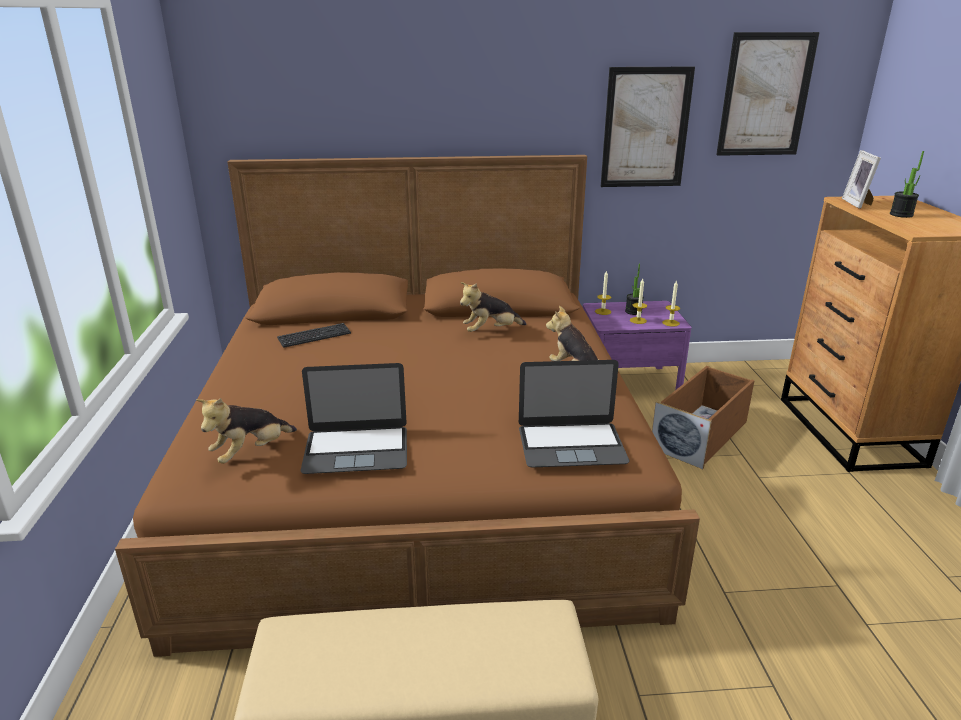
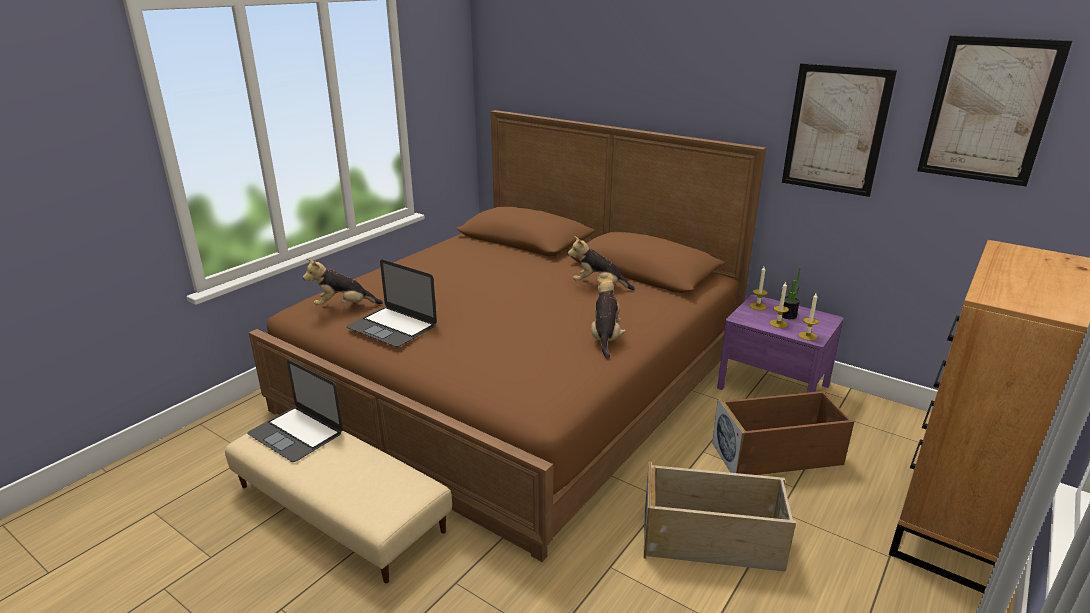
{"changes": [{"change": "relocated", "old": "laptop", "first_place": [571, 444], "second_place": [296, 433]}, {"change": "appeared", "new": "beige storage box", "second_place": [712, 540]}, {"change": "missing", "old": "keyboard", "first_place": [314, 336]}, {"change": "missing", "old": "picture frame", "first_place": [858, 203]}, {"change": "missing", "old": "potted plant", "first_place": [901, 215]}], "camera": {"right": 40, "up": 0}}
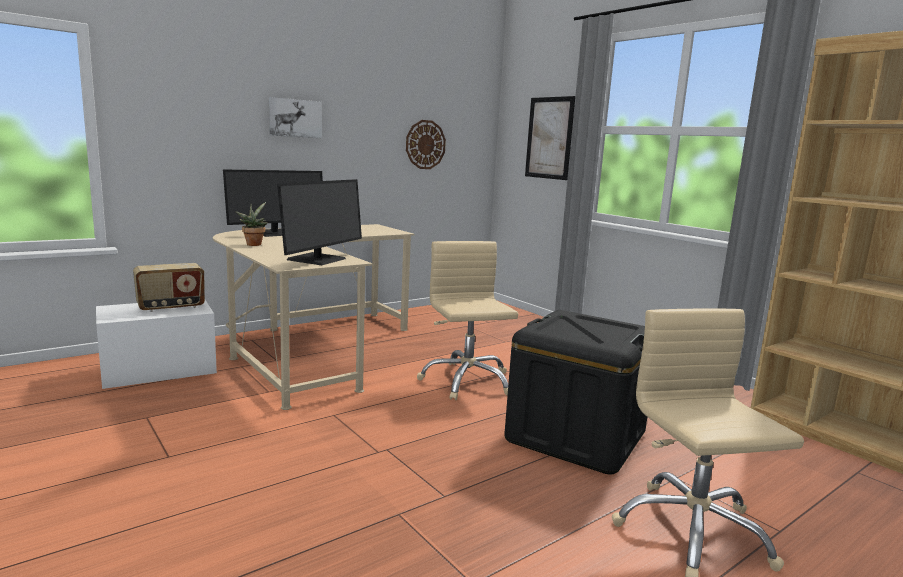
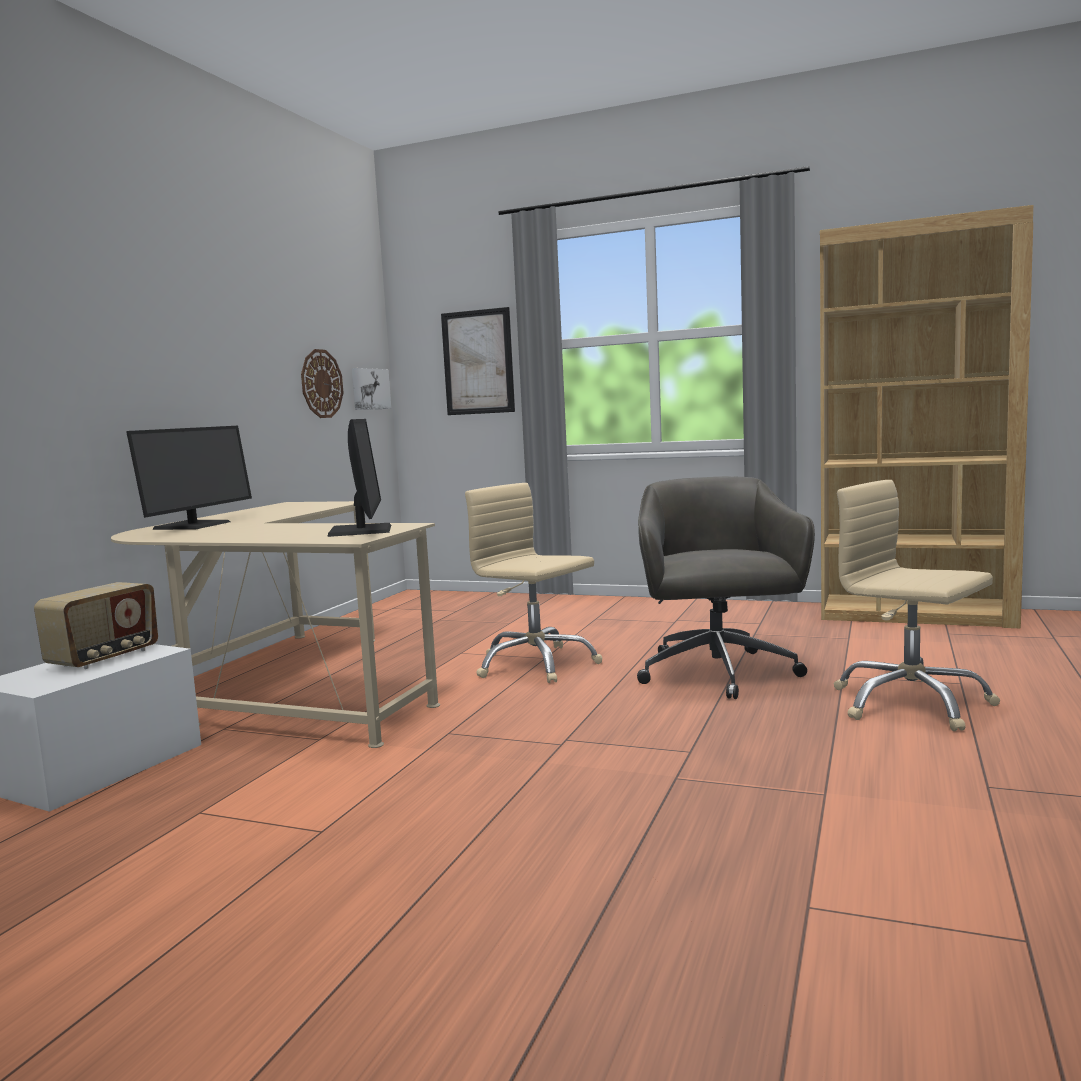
{"changes": [{"change": "relocated", "old": "picture", "first_place": [295, 118], "second_place": [369, 389]}, {"change": "exchanged", "old": "black storage box", "new": "grey office chair", "first_place": [576, 436], "second_place": [718, 674]}, {"change": "missing", "old": "potted plant", "first_place": [254, 244]}], "camera": {"right": -30, "up": -5}}
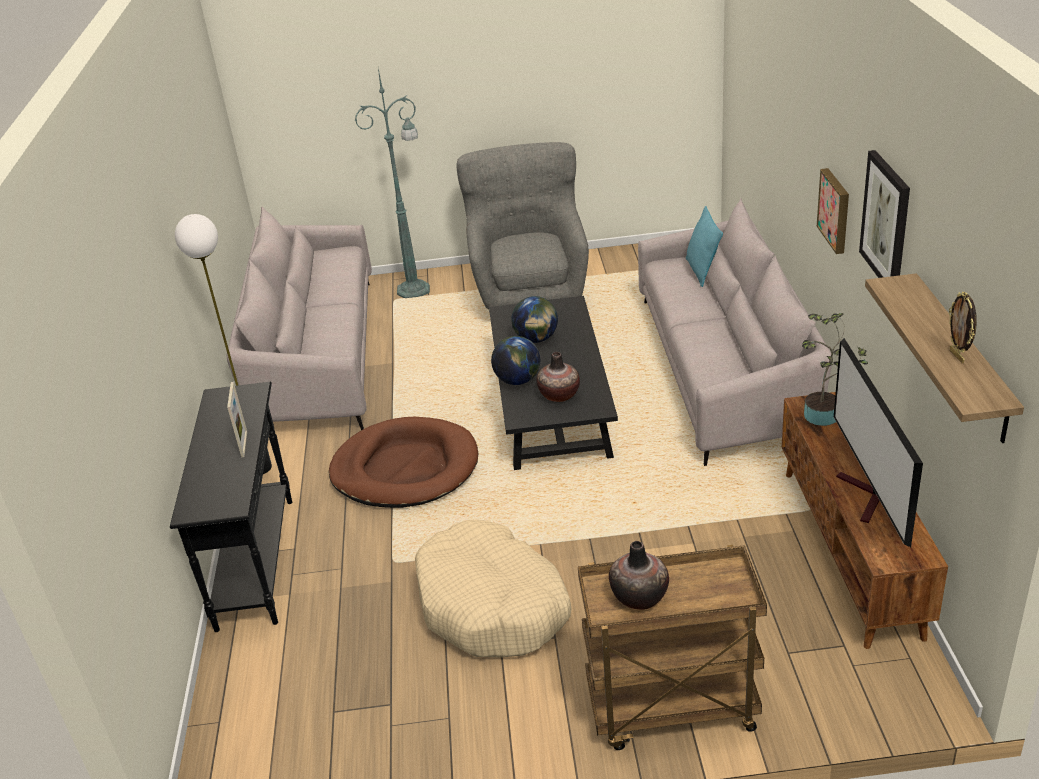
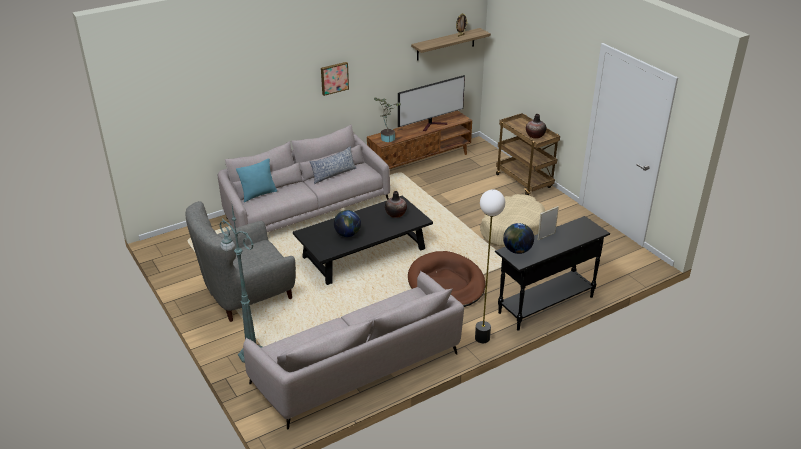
{"changes": [{"change": "appeared", "new": "pillow", "second_place": [333, 174]}, {"change": "relocated", "old": "globe", "first_place": [518, 380], "second_place": [517, 250]}, {"change": "missing", "old": "picture", "first_place": [886, 221]}], "camera": {"right": -120, "up": 0}}
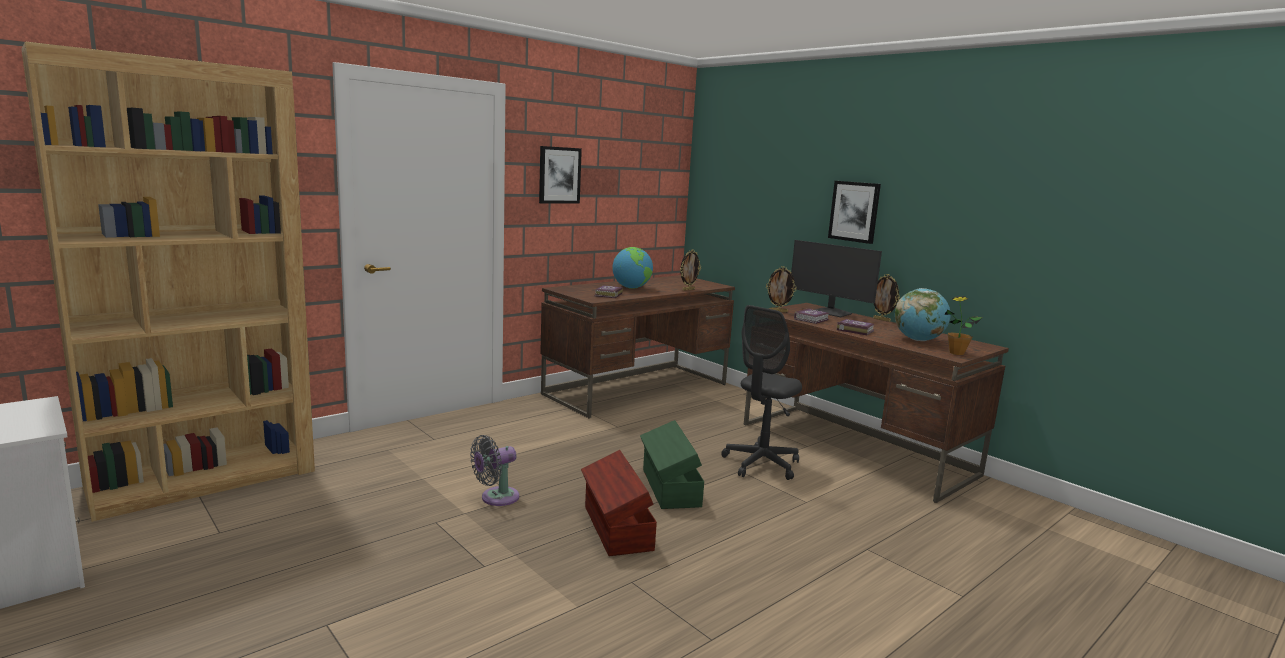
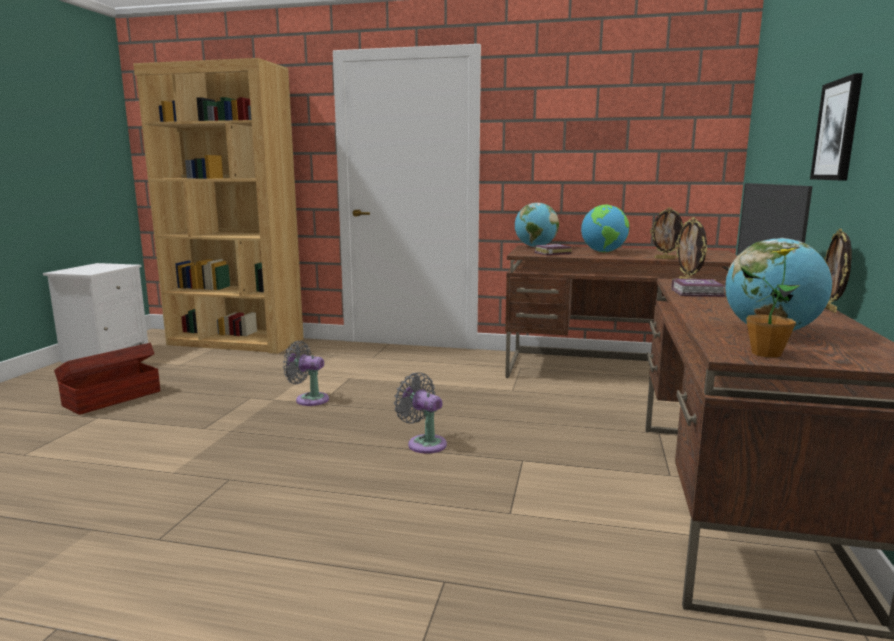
{"changes": [{"change": "relocated", "old": "brown storage box", "first_place": [616, 528], "second_place": [111, 398]}, {"change": "exchanged", "old": "green storage box", "new": "grey fan", "first_place": [669, 488], "second_place": [424, 443]}, {"change": "appeared", "new": "globe", "second_place": [535, 247]}, {"change": "missing", "old": "picture", "first_place": [559, 175]}, {"change": "missing", "old": "grey office chair", "first_place": [761, 464]}, {"change": "missing", "old": "book", "first_place": [854, 330]}], "camera": {"right": 55, "up": 0}}
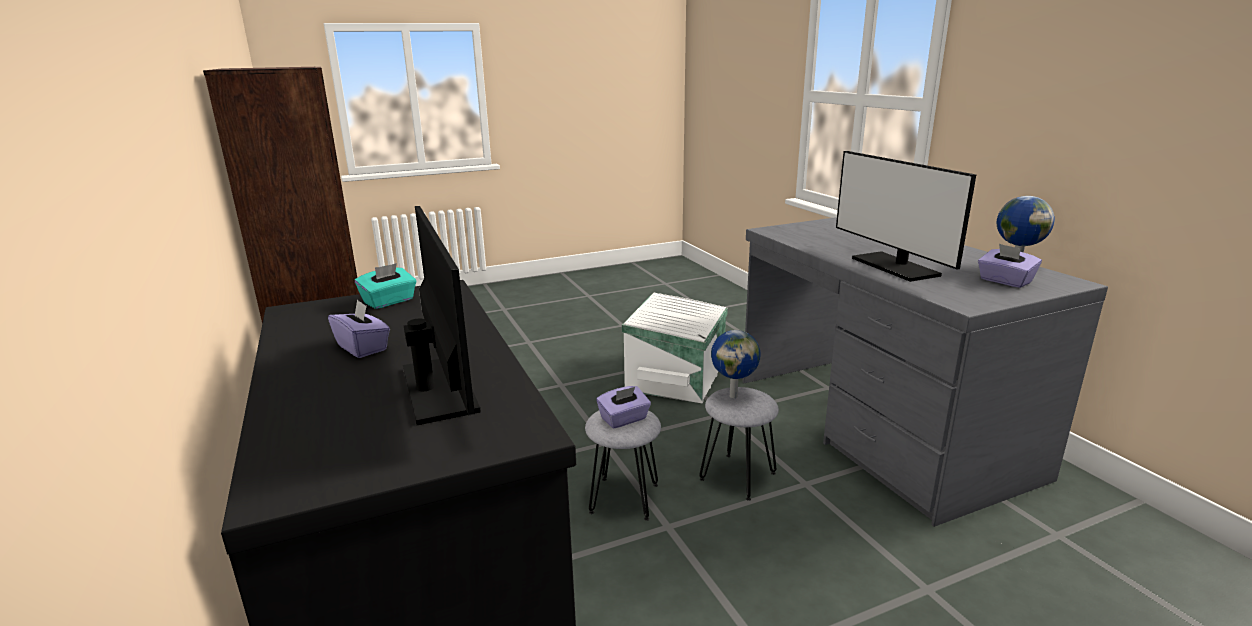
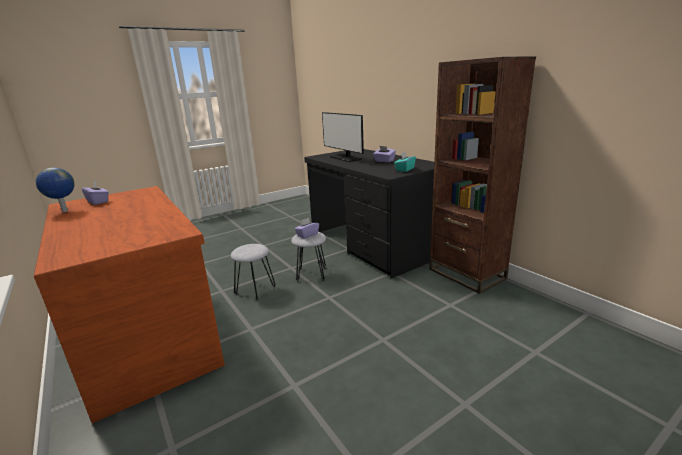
{"changes": [{"change": "colour", "old": "grey desk", "new": "brown desk", "first_place": [877, 426], "second_place": [147, 332]}, {"change": "missing", "old": "white storage box", "first_place": [678, 376]}, {"change": "missing", "old": "globe", "first_place": [733, 395]}, {"change": "missing", "old": "monitor", "first_place": [894, 267]}], "camera": {"right": 170, "up": 0}}
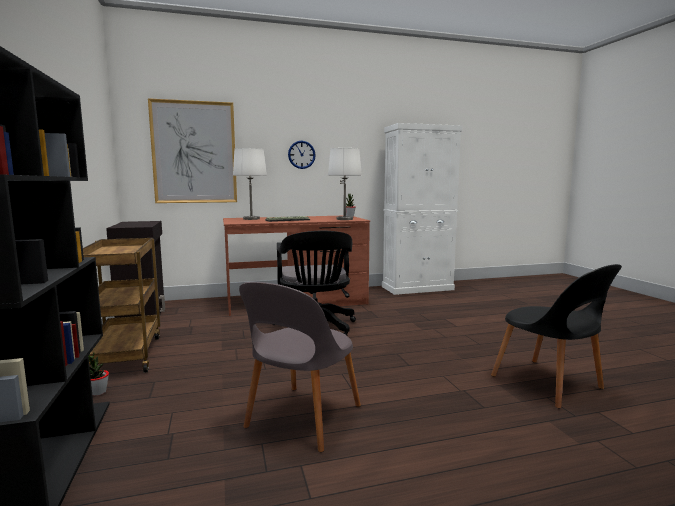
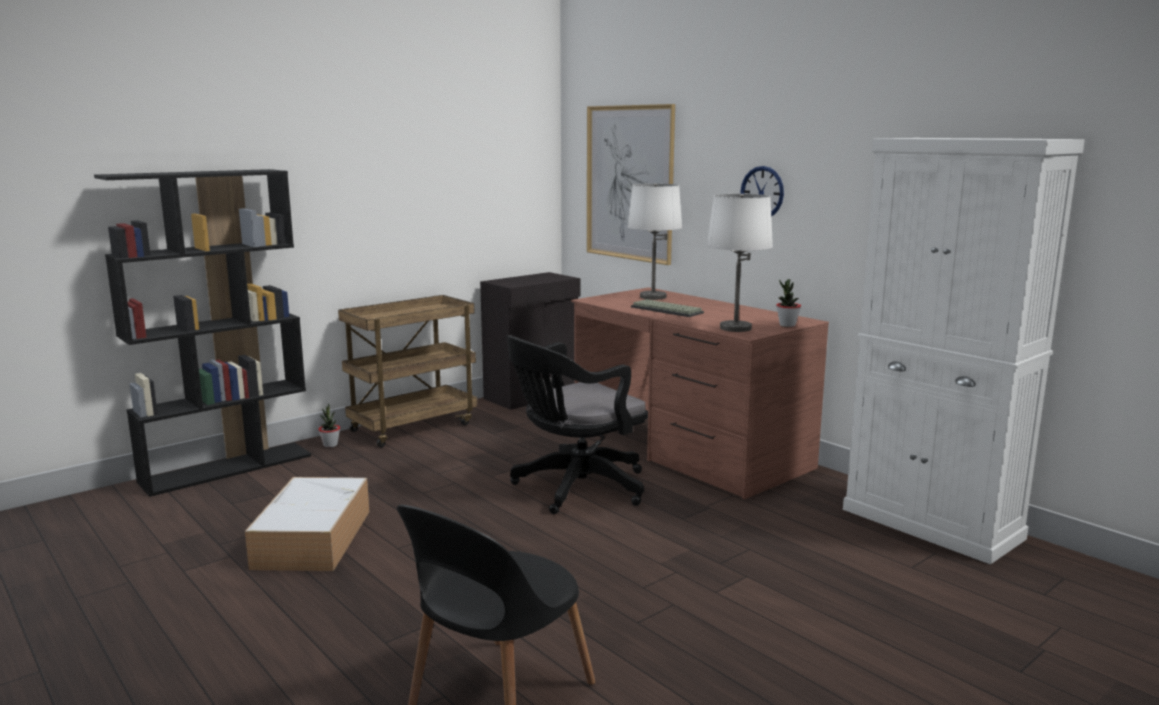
{"changes": [{"change": "exchanged", "old": "grey chair", "new": "storage box", "first_place": [301, 419], "second_place": [313, 537]}], "camera": {"right": 65, "up": 5}}
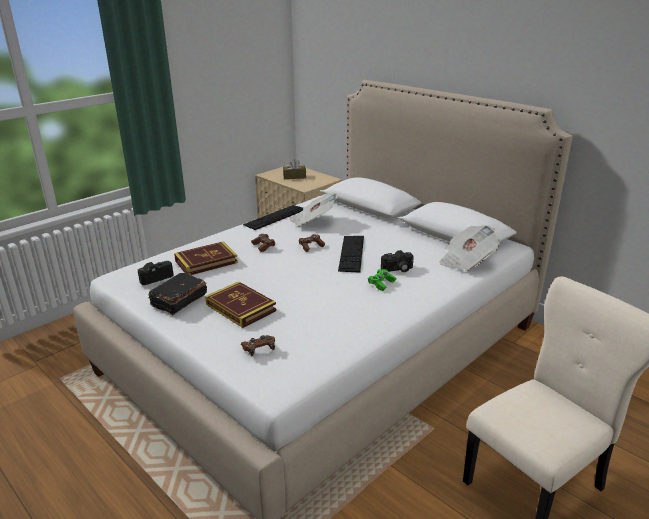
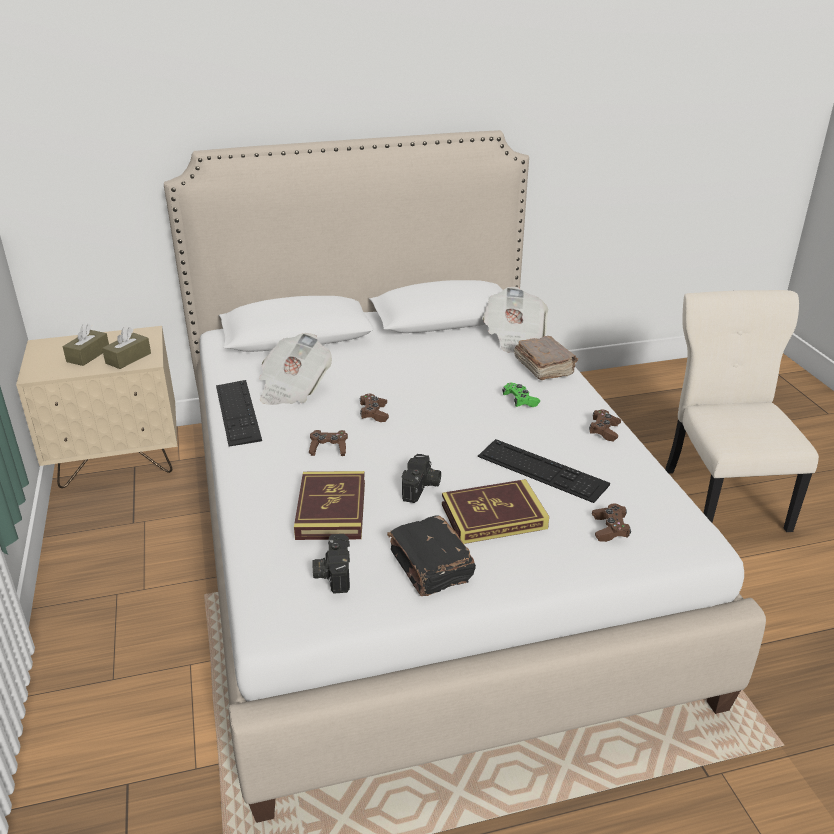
{"changes": [{"change": "appeared", "new": "brown tissue box", "second_place": [128, 358]}, {"change": "relocated", "old": "photo camera", "first_place": [397, 269], "second_place": [421, 488]}, {"change": "relocated", "old": "keyboard", "first_place": [351, 253], "second_place": [542, 470]}, {"change": "appeared", "new": "brown book", "second_place": [544, 367]}, {"change": "appeared", "new": "brown game controller", "second_place": [604, 431]}], "camera": {"right": -60, "up": 5}}
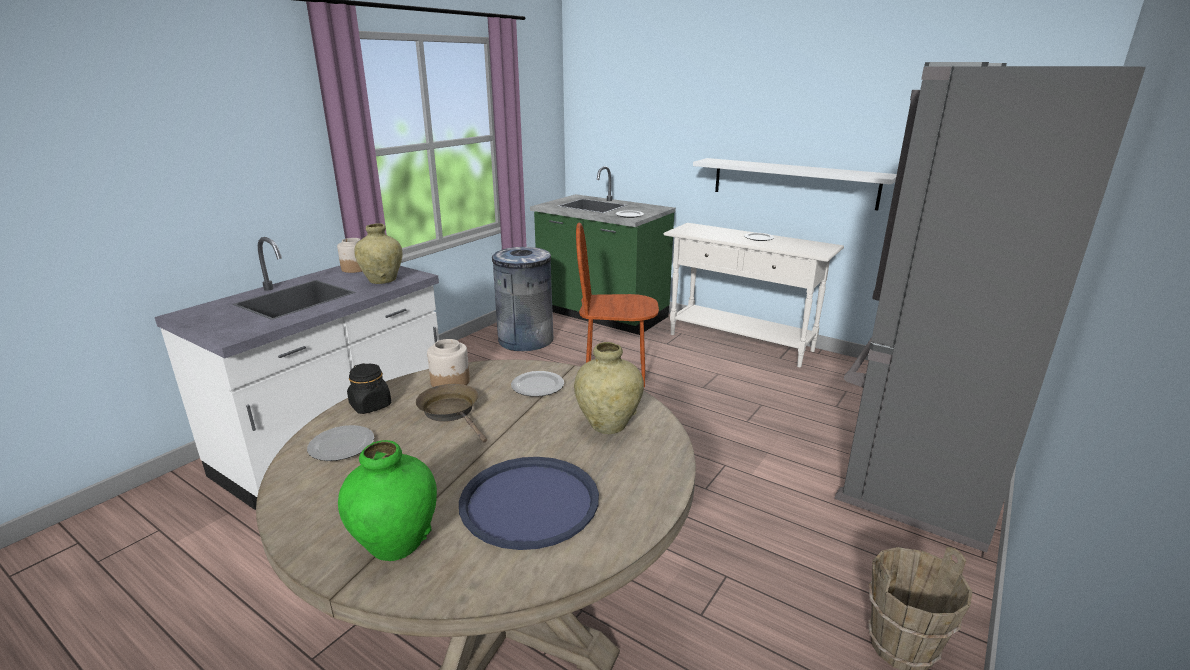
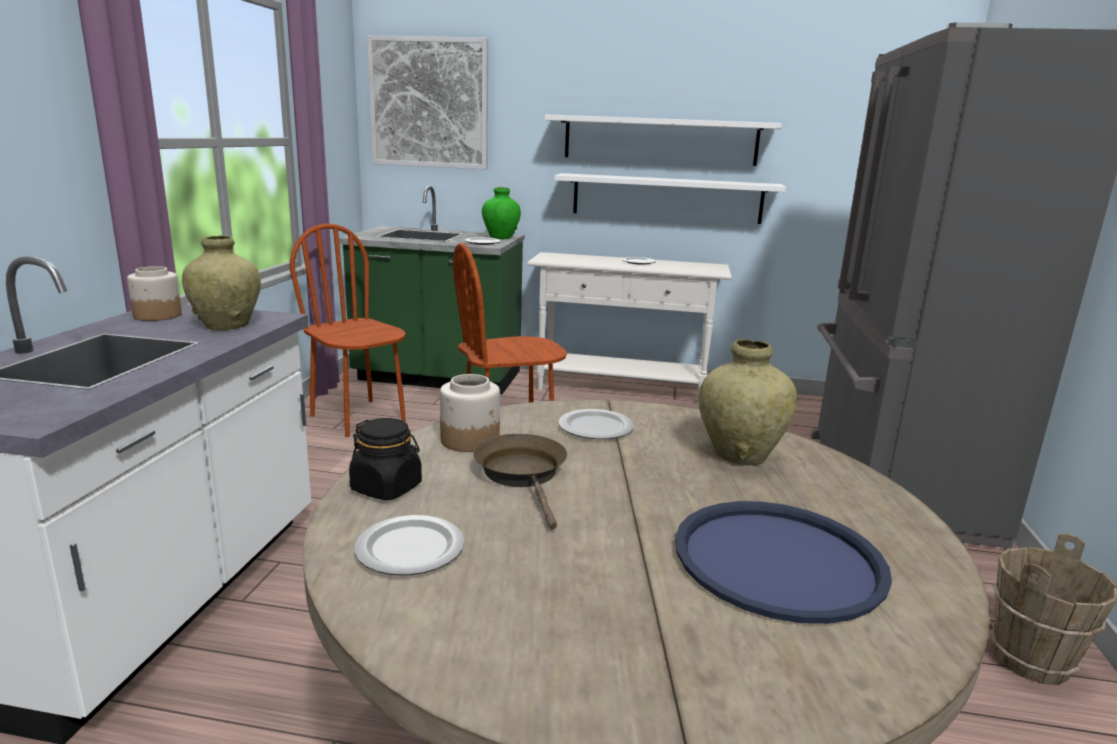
{"changes": [{"change": "exchanged", "old": "grey trash can", "new": "brown chair", "first_place": [525, 340], "second_place": [358, 418]}, {"change": "appeared", "new": "picture", "second_place": [429, 103]}, {"change": "spun", "old": "brown frying pan", "first_place": [452, 412], "second_place": [523, 475], "degrees": 45}, {"change": "relocated", "old": "green vase", "first_place": [396, 544], "second_place": [500, 237]}, {"change": "appeared", "new": "white shelf", "second_place": [660, 140]}], "camera": {"right": -25, "up": -5}}
